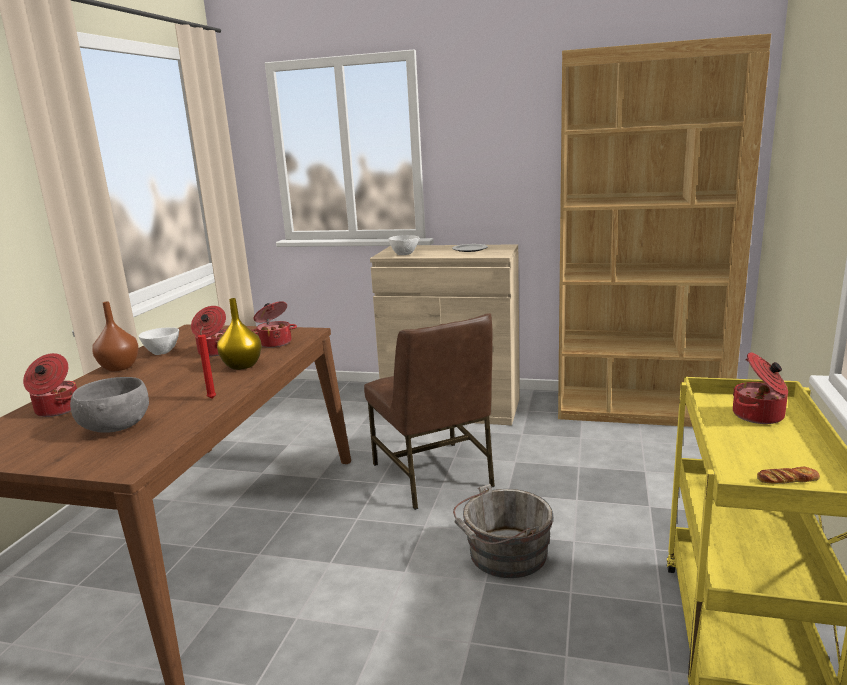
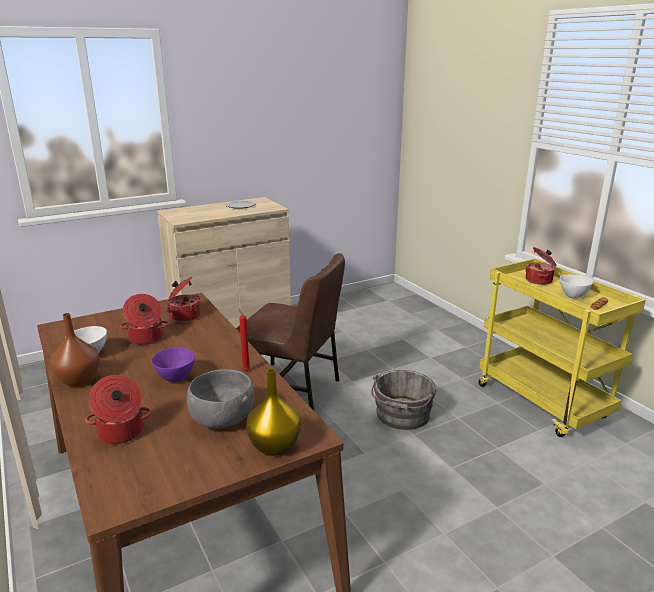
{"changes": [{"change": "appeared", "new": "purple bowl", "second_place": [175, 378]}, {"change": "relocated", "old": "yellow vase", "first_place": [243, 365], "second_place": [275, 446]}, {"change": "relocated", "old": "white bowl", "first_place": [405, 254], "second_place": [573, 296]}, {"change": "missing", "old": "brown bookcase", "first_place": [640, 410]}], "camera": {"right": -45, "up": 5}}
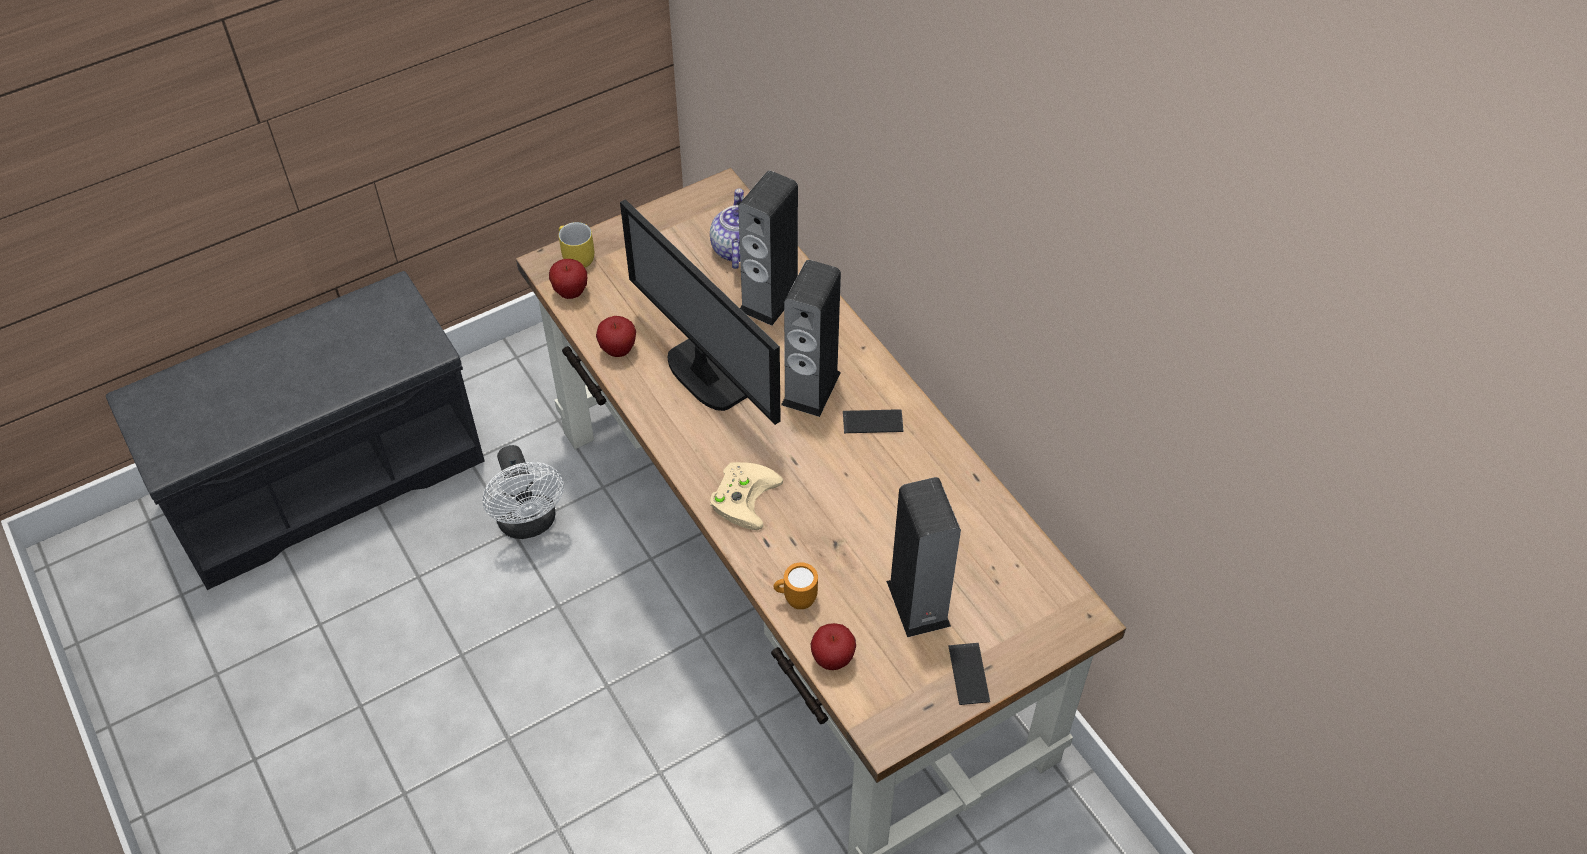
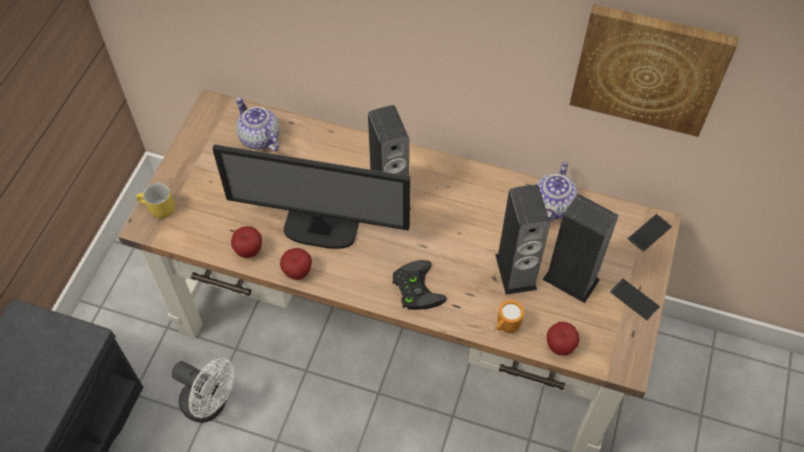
{"changes": [{"change": "relocated", "old": "apple", "first_place": [571, 292], "second_place": [297, 272]}, {"change": "colour", "old": "beige game controller", "new": "black game controller", "first_place": [743, 495], "second_place": [415, 287]}, {"change": "relocated", "old": "speaker", "first_place": [770, 299], "second_place": [516, 271]}, {"change": "appeared", "new": "teapot", "second_place": [553, 206]}, {"change": "appeared", "new": "picture", "second_place": [649, 68]}, {"change": "relocated", "old": "phone", "first_place": [872, 422], "second_place": [649, 233]}], "camera": {"right": -40, "up": 5}}
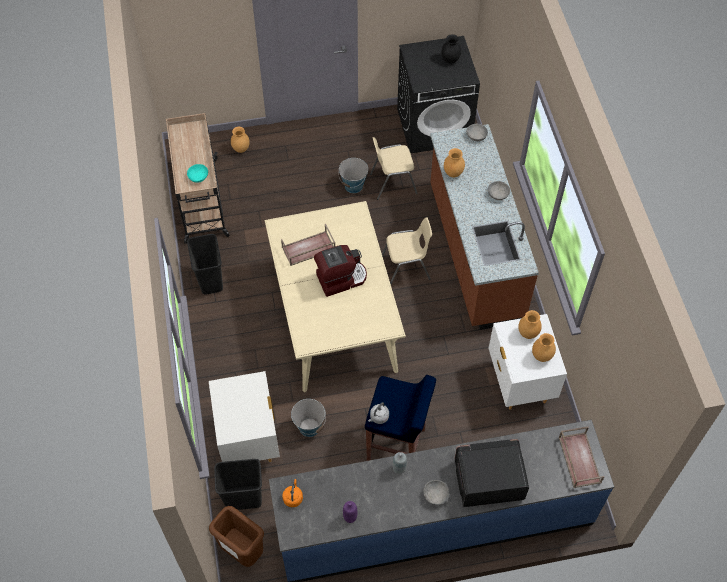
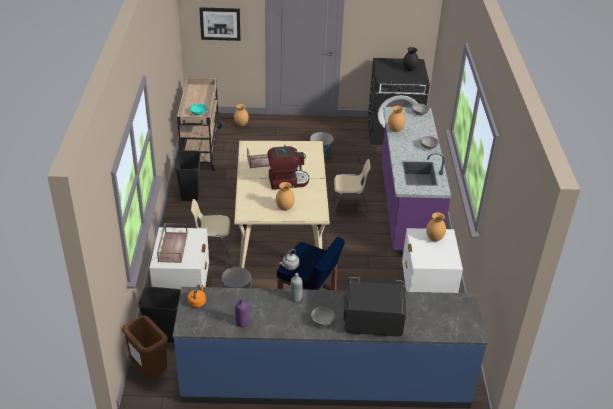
{"changes": [{"change": "relocated", "old": "brown tray", "first_place": [578, 459], "second_place": [172, 247]}, {"change": "relocated", "old": "beige chair", "first_place": [392, 183], "second_place": [213, 252]}, {"change": "appeared", "new": "picture", "second_place": [220, 24]}, {"change": "relocated", "old": "brown vase", "first_place": [542, 356], "second_place": [285, 208]}, {"change": "colour", "old": "brown counter", "new": "purple counter", "first_place": [473, 253], "second_place": [406, 208]}], "camera": {"right": 10, "up": -20}}
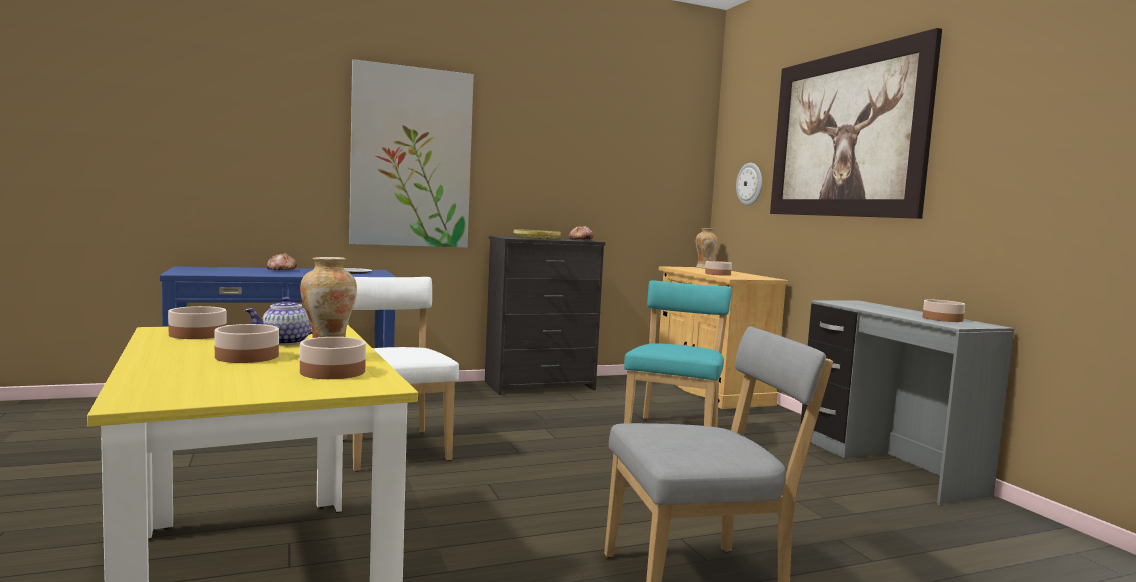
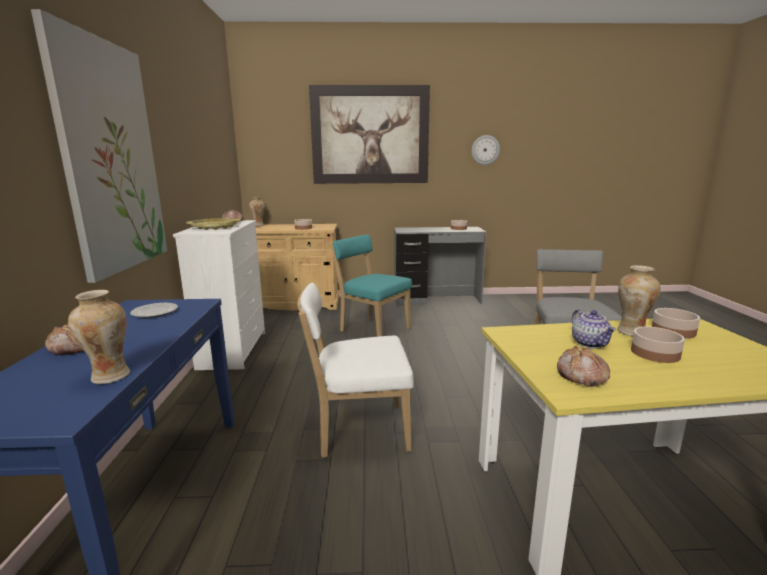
{"changes": [{"change": "appeared", "new": "vase", "second_place": [109, 376]}, {"change": "colour", "old": "black dresser", "new": "white dresser", "first_place": [541, 386], "second_place": [234, 349]}, {"change": "relocated", "old": "wall clock", "first_place": [750, 184], "second_place": [485, 150]}, {"change": "exchanged", "old": "bowl", "new": "bread", "first_place": [197, 334], "second_place": [580, 376]}], "camera": {"right": -70, "up": 10}}
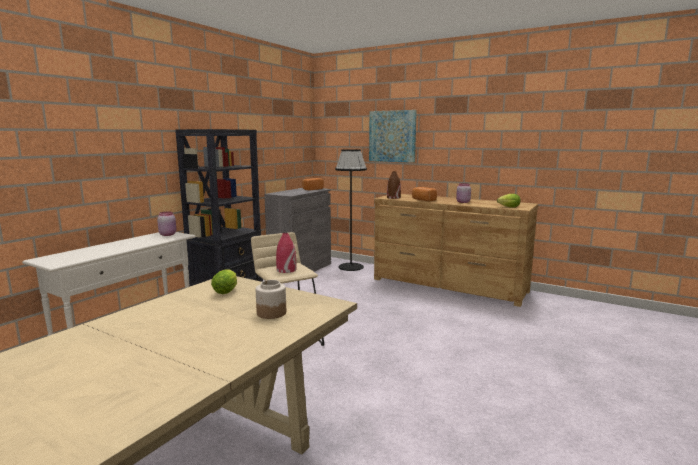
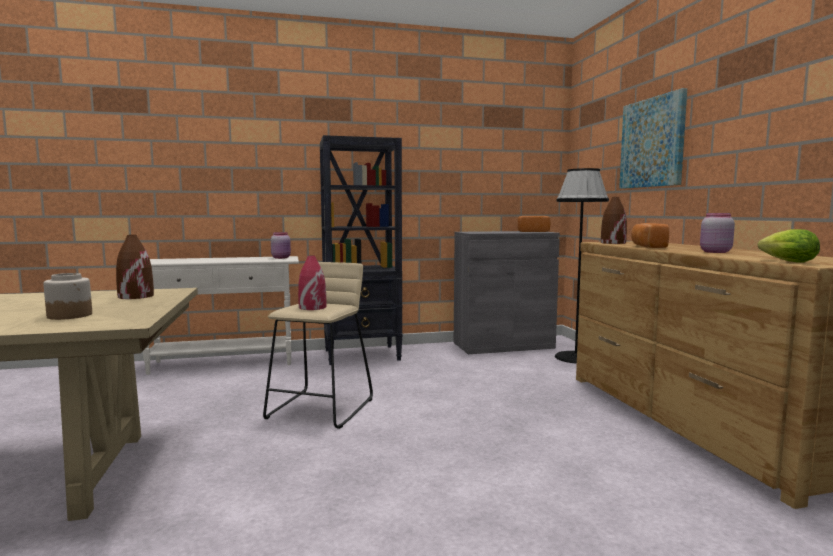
{"changes": [{"change": "exchanged", "old": "lettuce", "new": "brown vase", "first_place": [227, 290], "second_place": [135, 296]}], "camera": {"right": 45, "up": -5}}
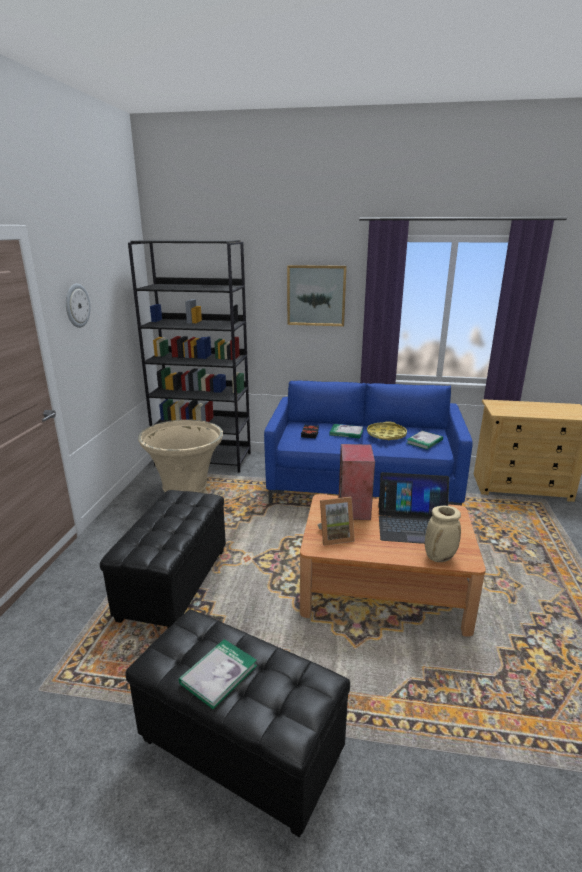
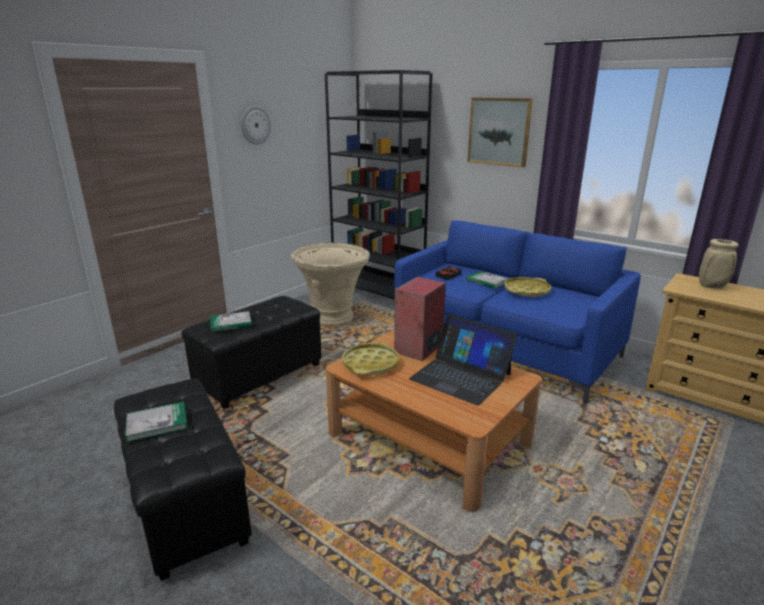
{"changes": [{"change": "relocated", "old": "book", "first_place": [424, 441], "second_place": [231, 323]}, {"change": "exchanged", "old": "picture frame", "new": "yellow tray", "first_place": [335, 536], "second_place": [370, 364]}, {"change": "relocated", "old": "beige vase", "first_place": [439, 557], "second_place": [712, 286]}], "camera": {"right": 30, "up": 0}}
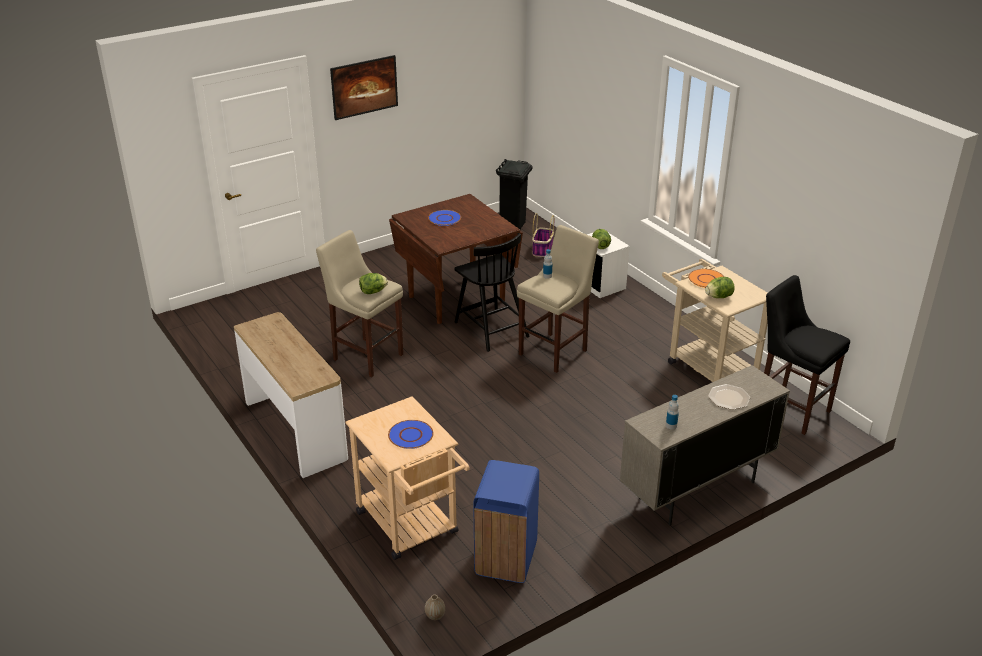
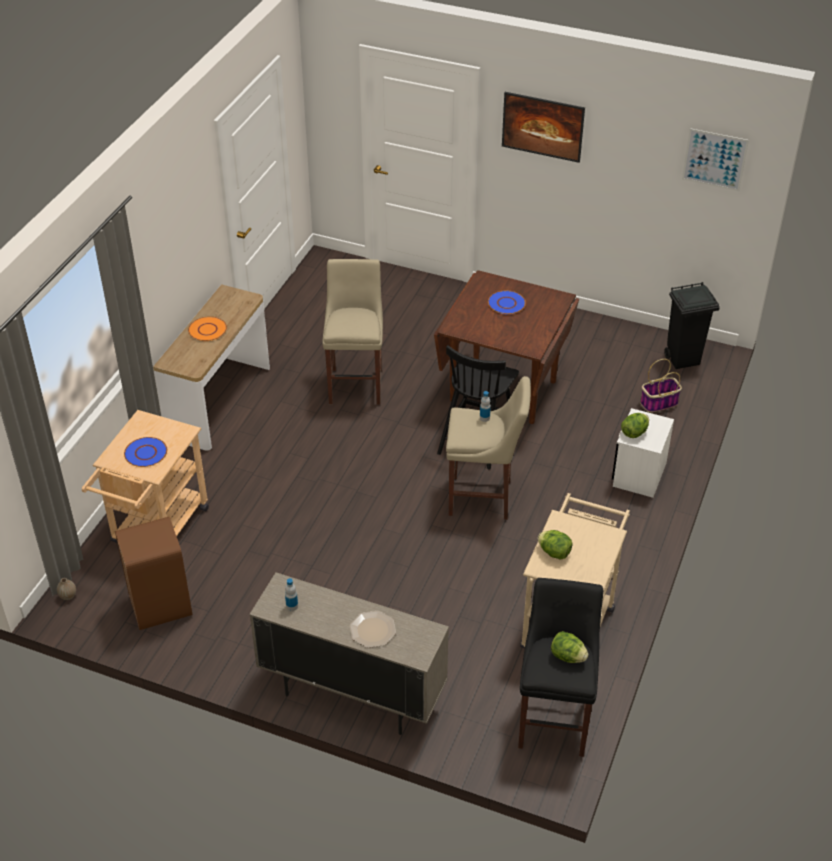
{"changes": [{"change": "colour", "old": "blue trash can", "new": "brown trash can", "first_place": [507, 559], "second_place": [161, 606]}, {"change": "relocated", "old": "orange plate", "first_place": [706, 279], "second_place": [207, 330]}, {"change": "relocated", "old": "lettuce", "first_place": [373, 292], "second_place": [567, 656]}, {"change": "appeared", "new": "picture", "second_place": [714, 159]}], "camera": {"right": 55, "up": 10}}
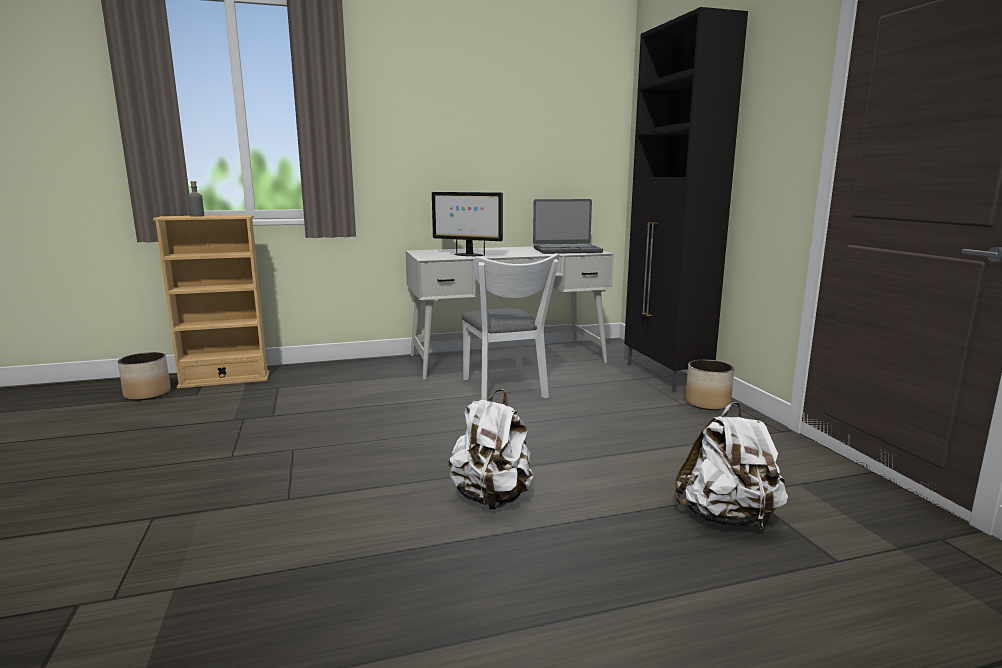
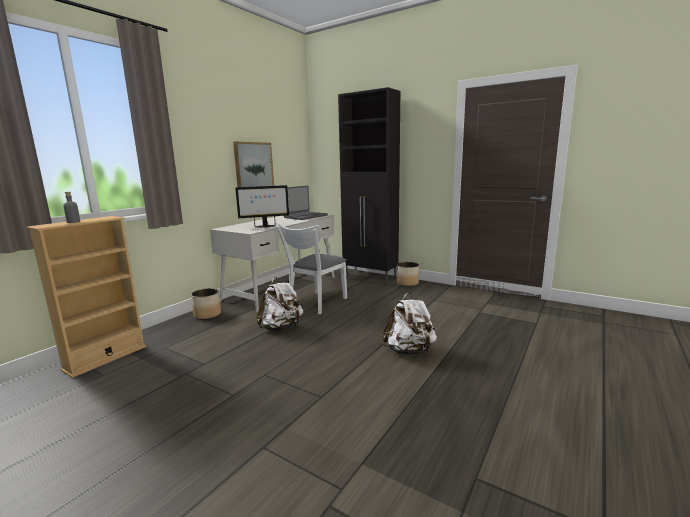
{"changes": [{"change": "relocated", "old": "planter", "first_place": [148, 394], "second_place": [207, 315]}, {"change": "appeared", "new": "picture", "second_place": [253, 166]}, {"change": "relocated", "old": "white backpack", "first_place": [727, 518], "second_place": [281, 328]}, {"change": "spun", "old": "white chair", "first_place": [505, 390], "second_place": [315, 304], "degrees": 90}], "camera": {"right": -40, "up": 0}}
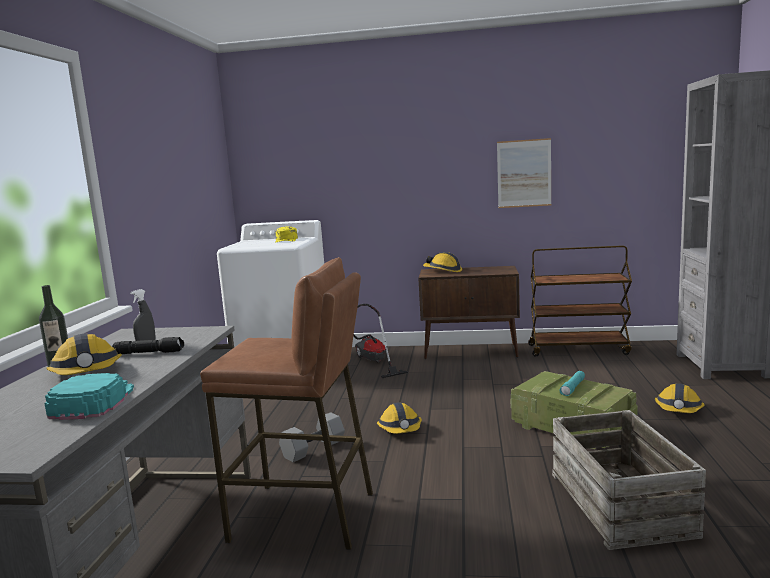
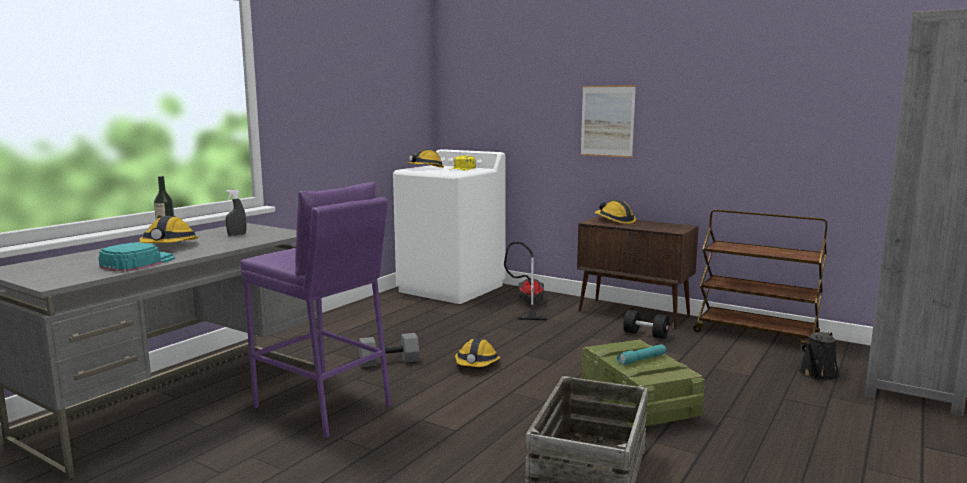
{"changes": [{"change": "colour", "old": "brown stool", "new": "purple stool", "first_place": [304, 516], "second_place": [323, 406]}, {"change": "relocated", "old": "hard hat", "first_place": [679, 409], "second_place": [425, 168]}, {"change": "relocated", "old": "picture", "first_place": [524, 173], "second_place": [607, 121]}, {"change": "appeared", "new": "black dumbbell", "second_place": [645, 335]}, {"change": "appeared", "new": "black watering can", "second_place": [817, 374]}, {"change": "missing", "old": "black flashlight", "first_place": [150, 353]}], "camera": {"right": 25, "up": 0}}
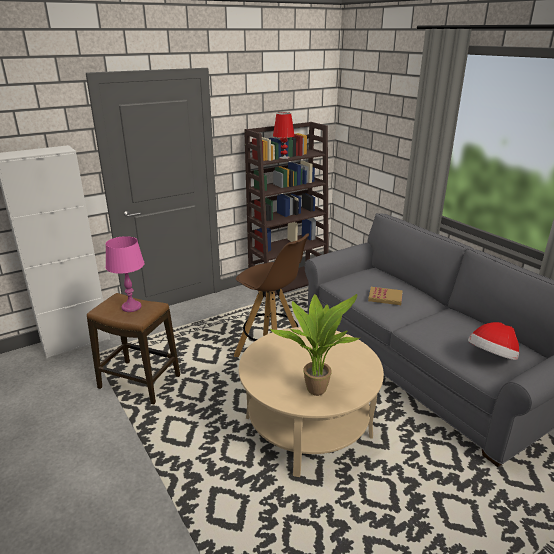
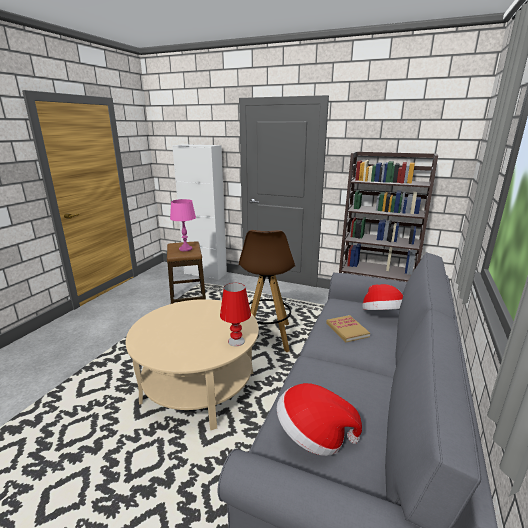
{"changes": [{"change": "relocated", "old": "red table lamp", "first_place": [283, 157], "second_place": [236, 341]}, {"change": "appeared", "new": "hat", "second_place": [381, 315]}, {"change": "missing", "old": "potted plant", "first_place": [316, 388]}], "camera": {"right": 55, "up": -5}}
